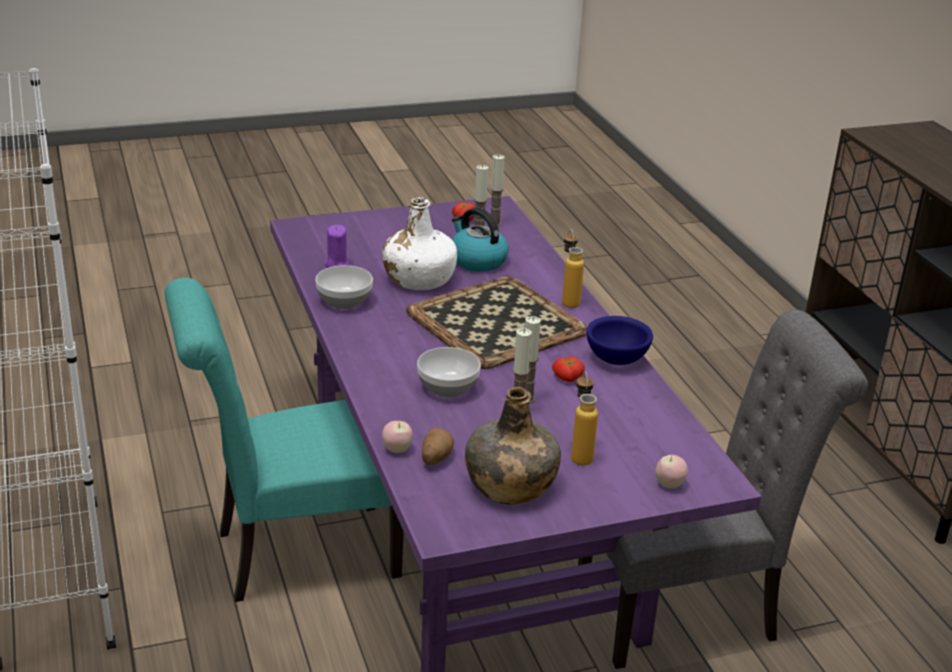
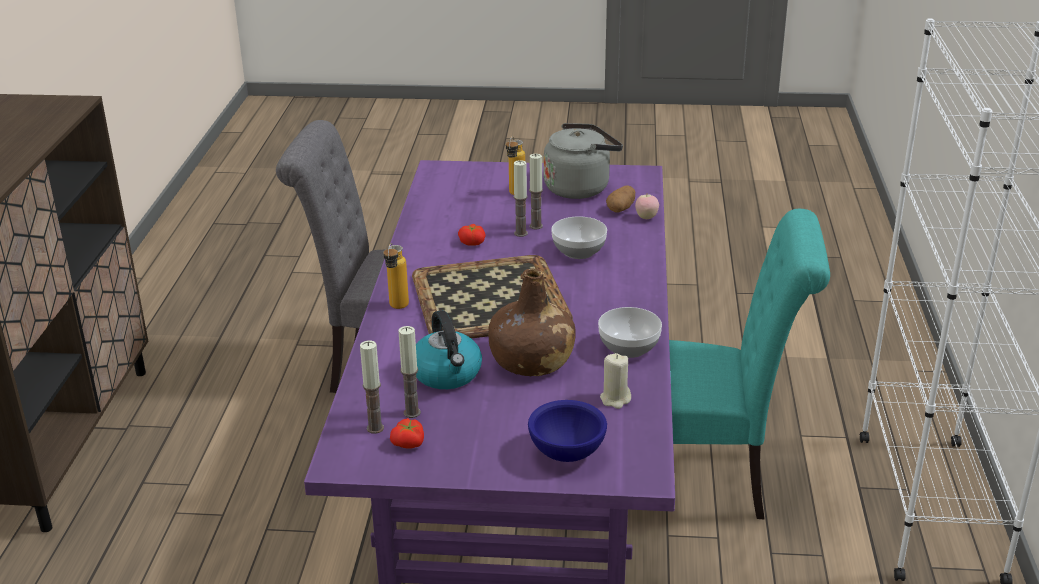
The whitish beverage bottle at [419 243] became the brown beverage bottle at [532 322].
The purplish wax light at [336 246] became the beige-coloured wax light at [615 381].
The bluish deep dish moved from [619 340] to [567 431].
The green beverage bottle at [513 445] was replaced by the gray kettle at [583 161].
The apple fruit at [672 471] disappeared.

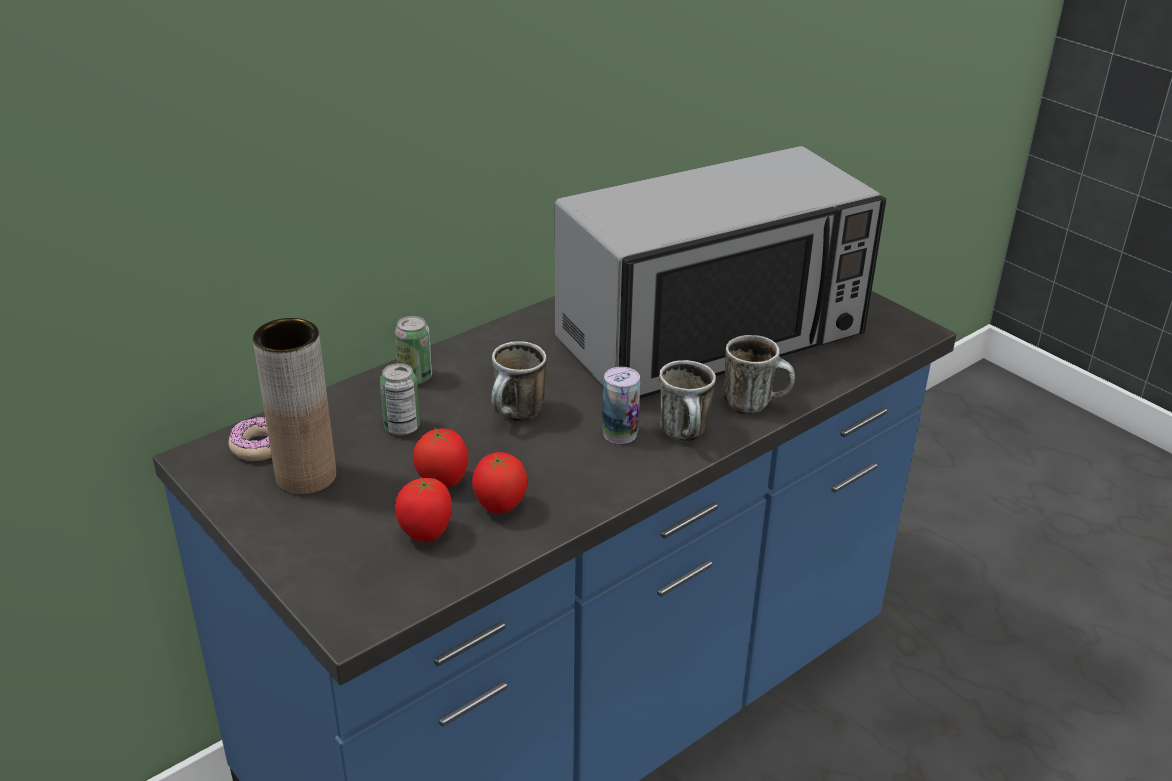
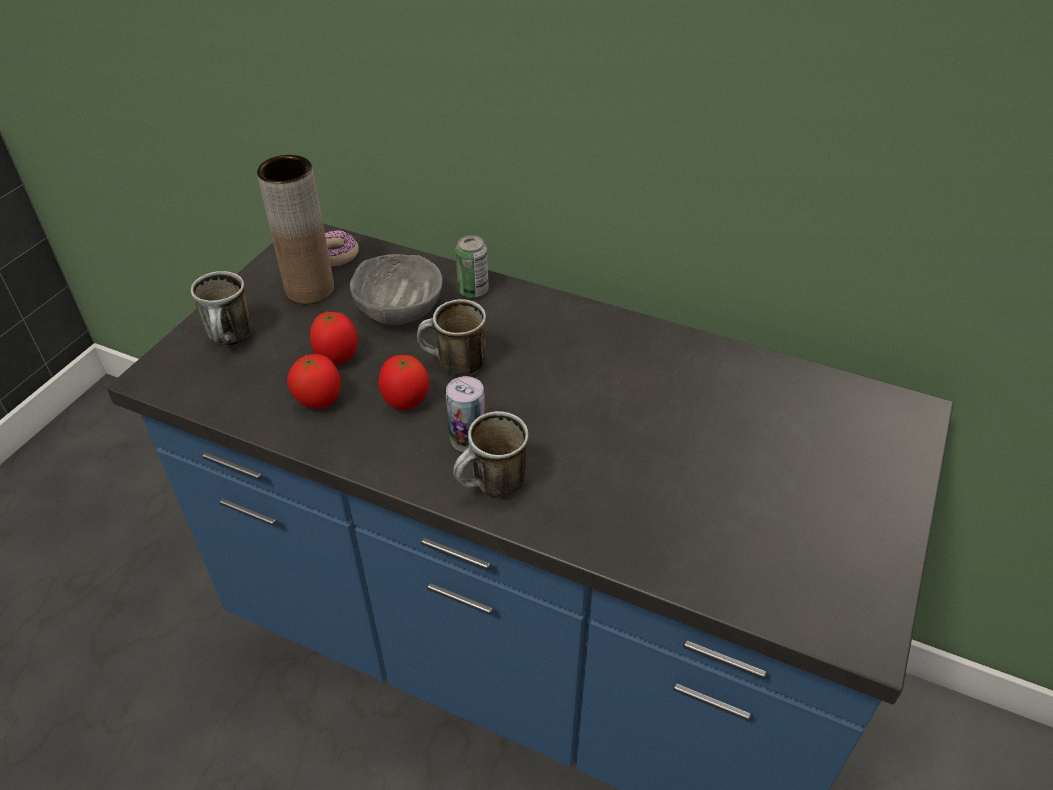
The microwave at [720 272] disappeared.
The mug moved from [759 374] to [221 308].
The can at [400 399] was replaced by the gray deep dish at [396 289].
The tomato moved from [423 510] to [404 382].

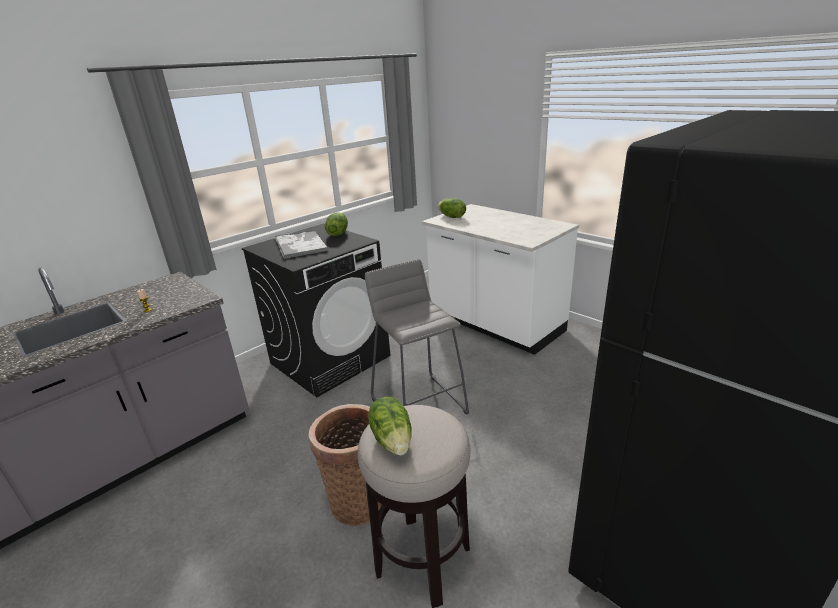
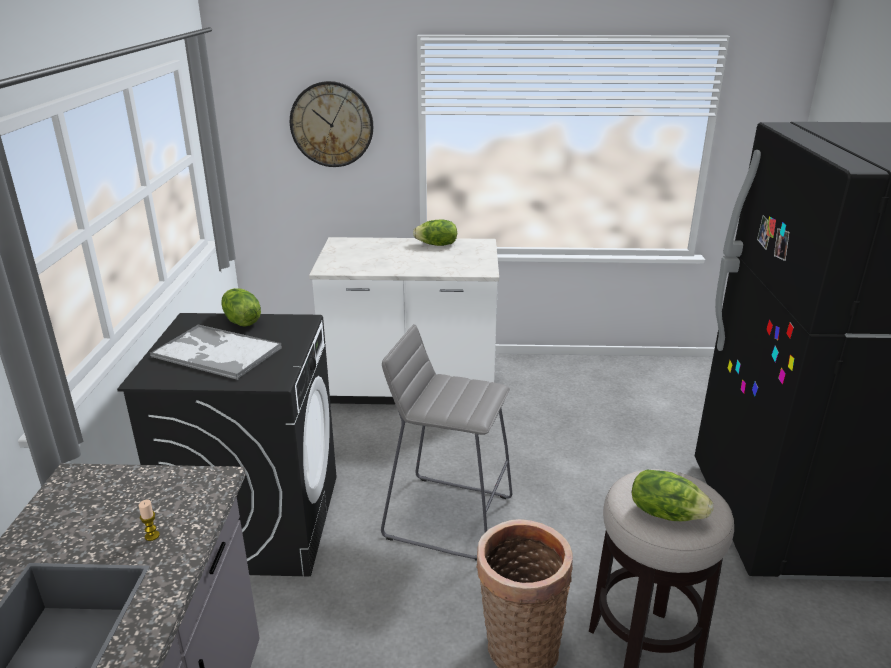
The head of lettuce moved from [452 208] to [435 232].
The hanging clock at [331 124] appeared.

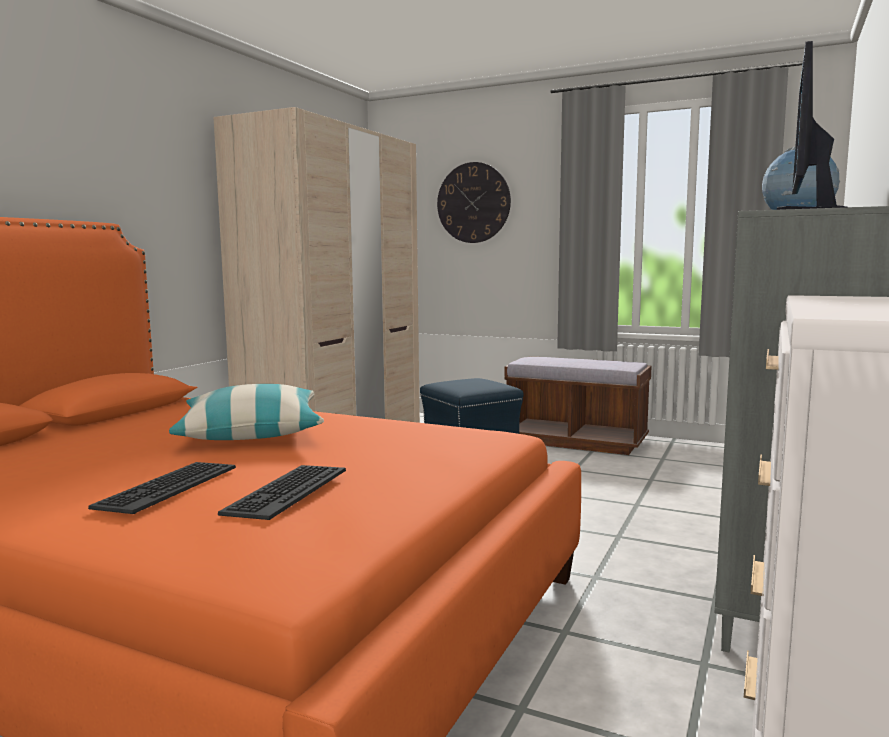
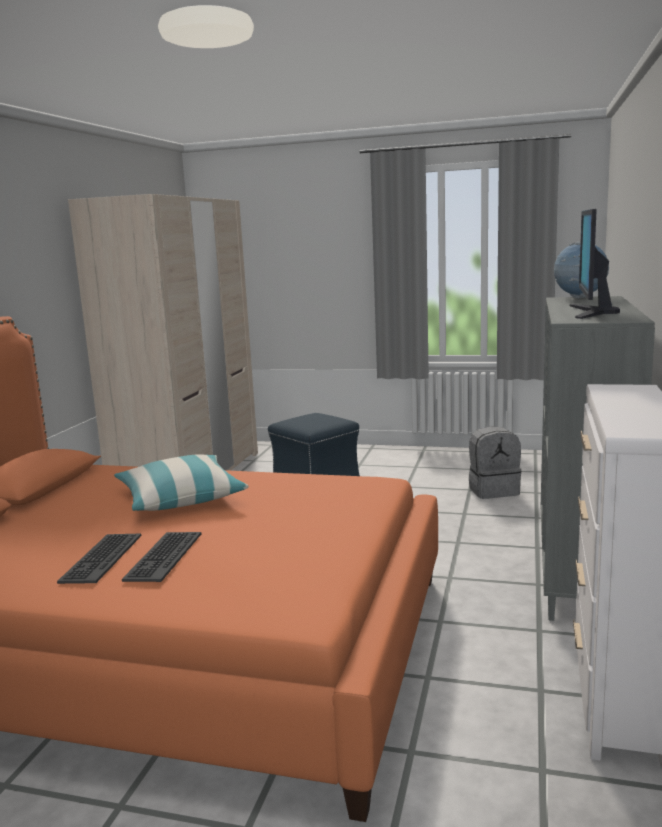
The hanging clock at [474 202] disappeared.
The brown bench at [578 406] disappeared.
The PC keyboard moved from [282 492] to [99 559].
The gray backpack at [495 462] appeared.

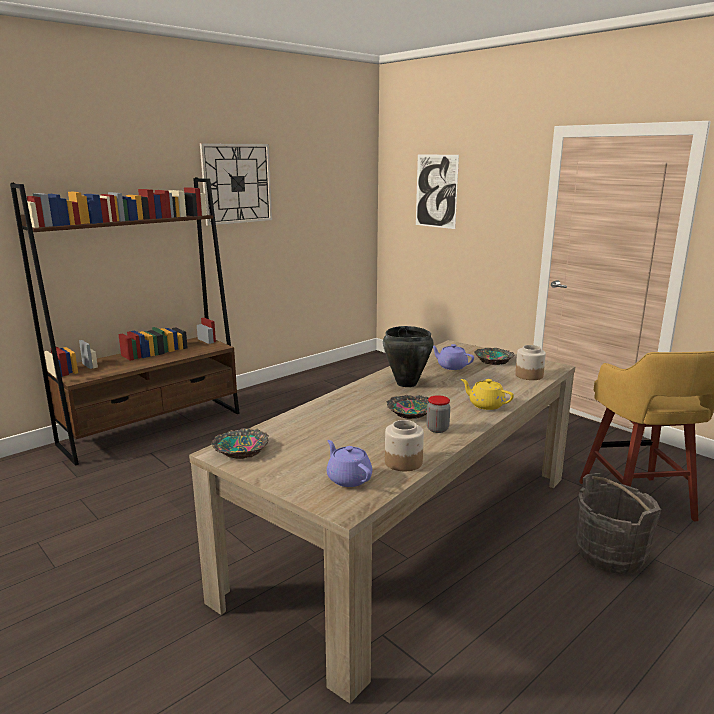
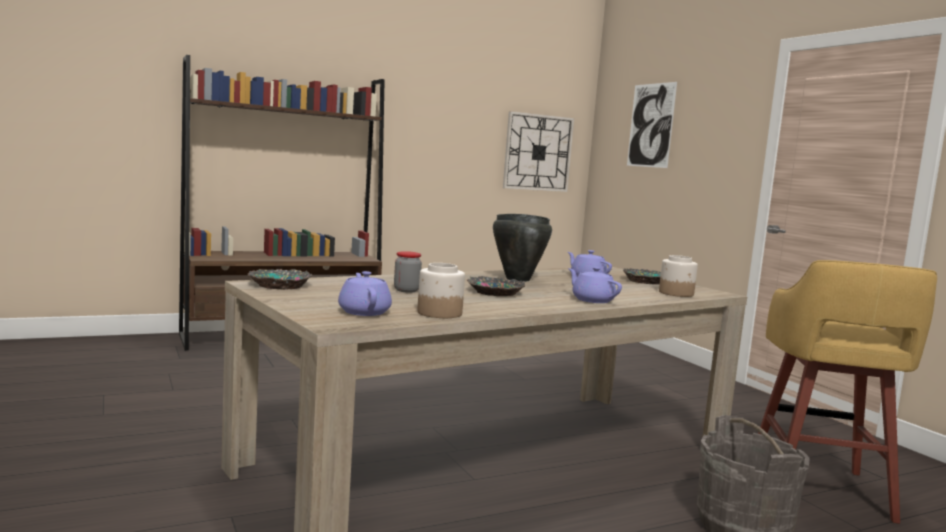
The hanging clock moved from [236 184] to [538 151].
The yellow teapot at [487 394] became the purplish teapot at [595 285].
The preserve jar moved from [438 414] to [408 272].

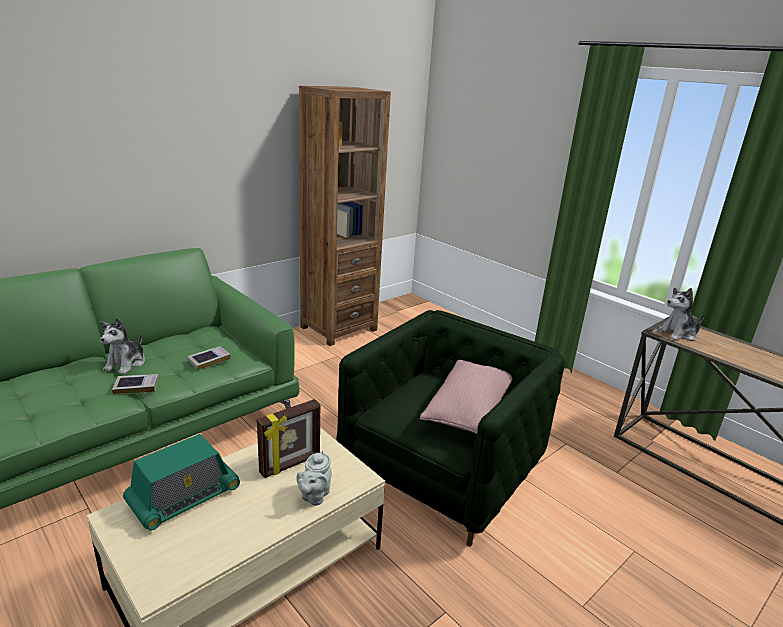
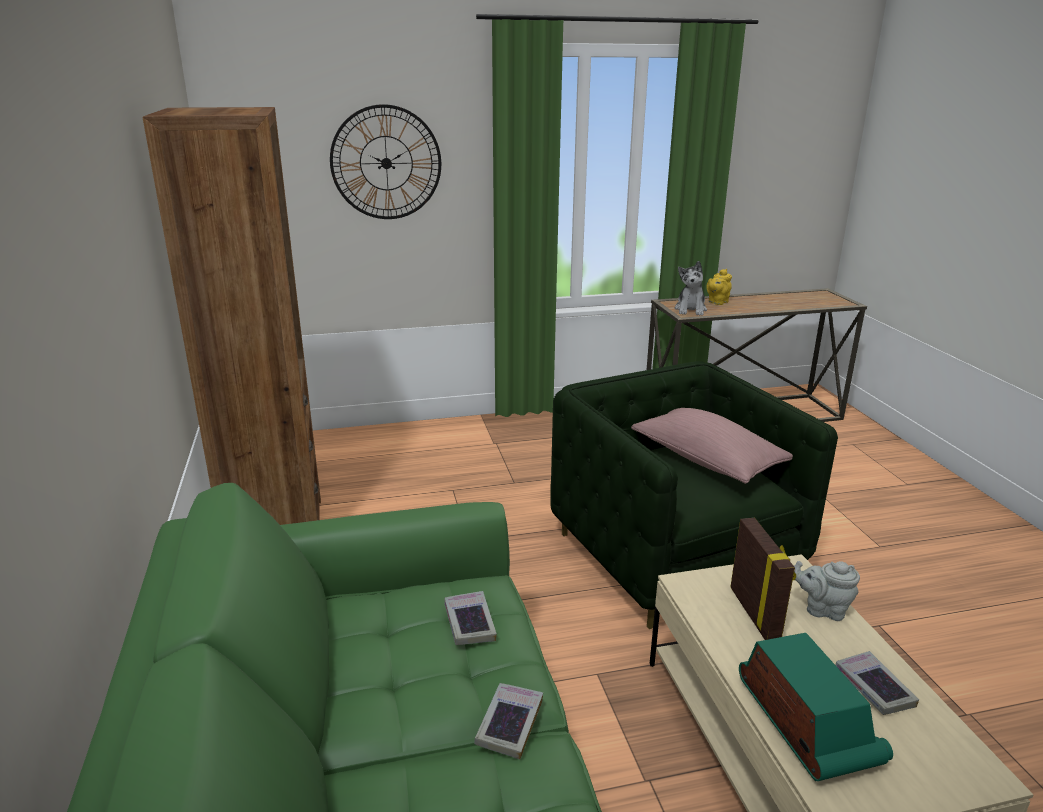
The cuddly toy at [122 346] disappeared.
The gray teapot at [314 478] turned 150 degrees clockwise.
The hanging clock at [385 161] appeared.
The yellow teapot at [719 287] appeared.
The bound book at [877 683] appeared.

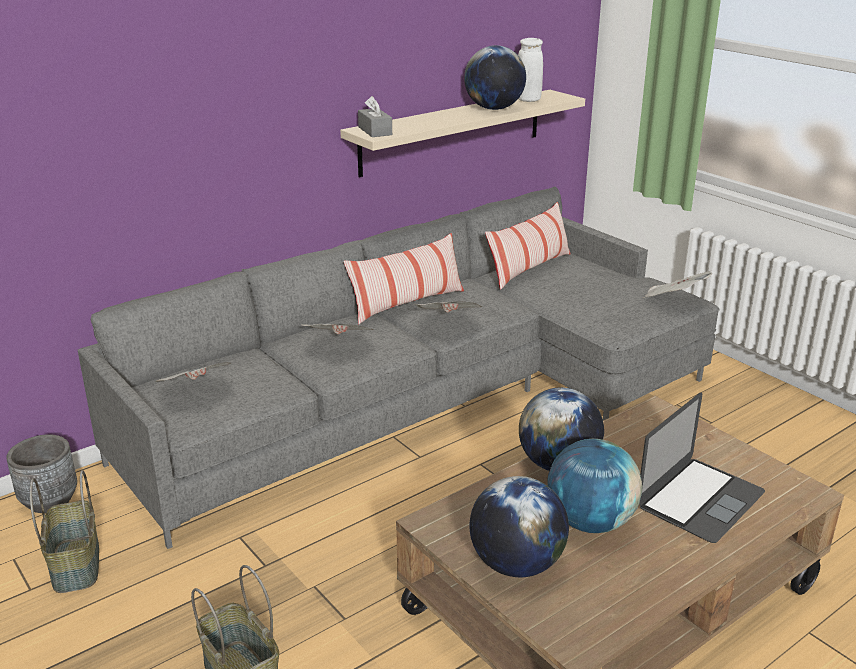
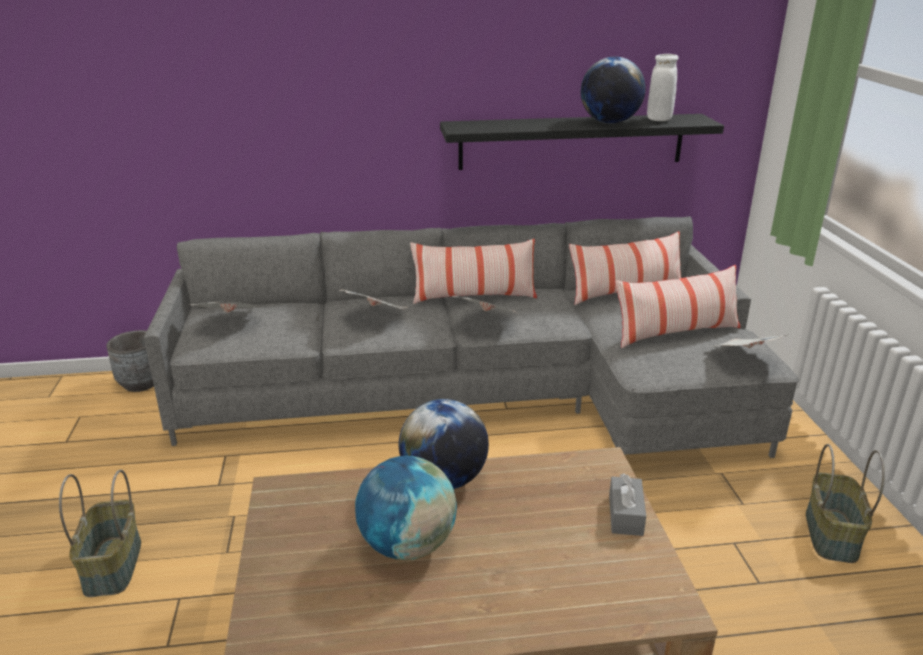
The beige-coloured bracket shelf at [462 133] became the black-coloured bracket shelf at [582 142].
The gray tissue holder moved from [375 116] to [627 504].
The portable computer at [702 468] disappeared.
The basket moved from [64 531] to [845 503].
The world globe at [519 526] disappeared.
The throw pillow at [677 306] appeared.

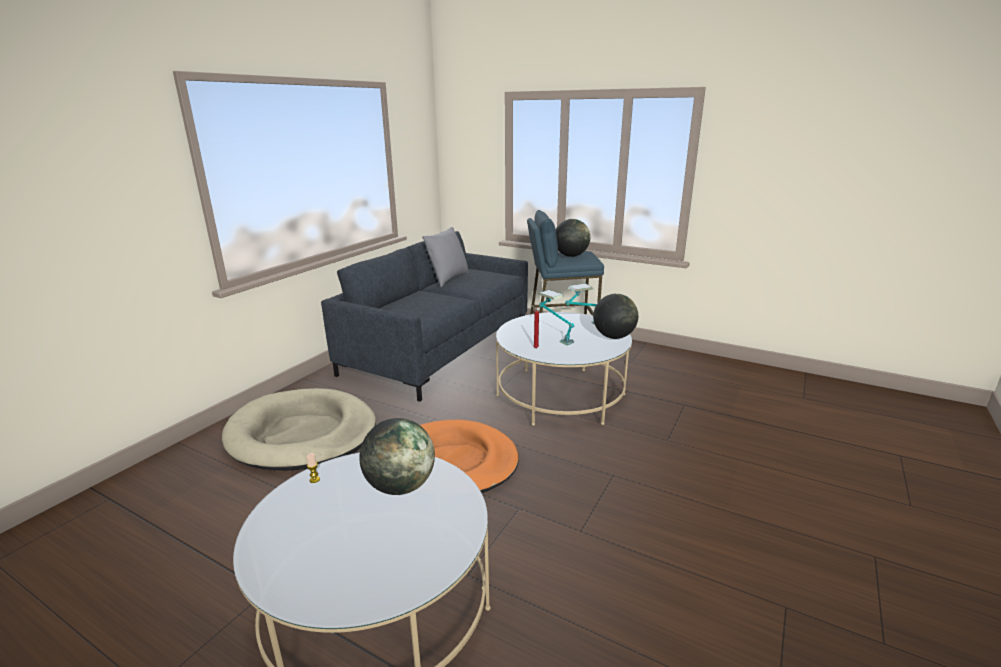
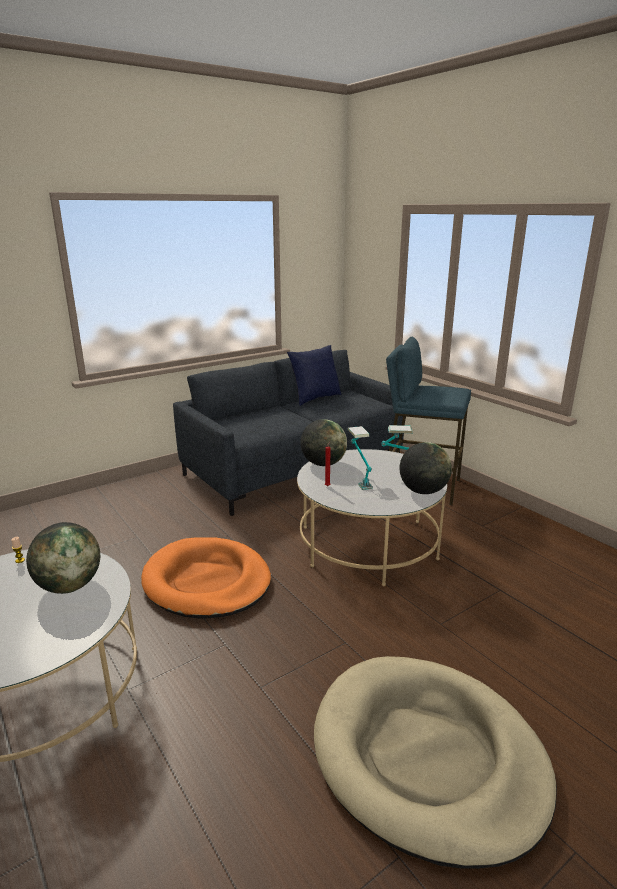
The world globe moved from [573 238] to [323 442].
The gray throw pillow at [445 257] became the bluish throw pillow at [314 375].
The beige-coloured dog bed moved from [299 429] to [435 762].

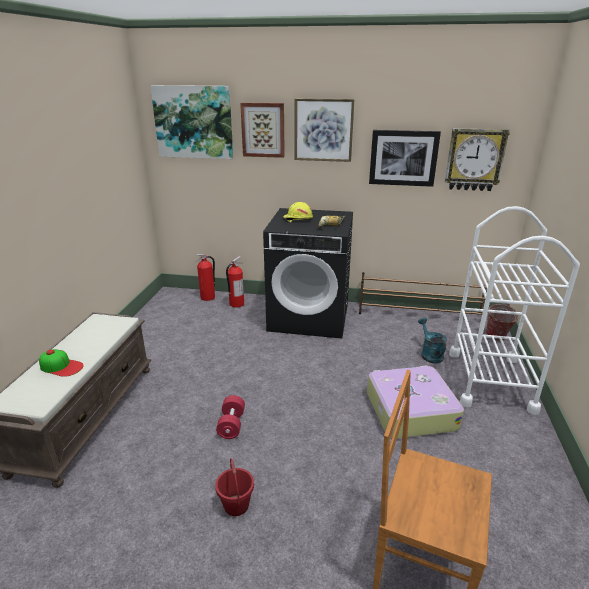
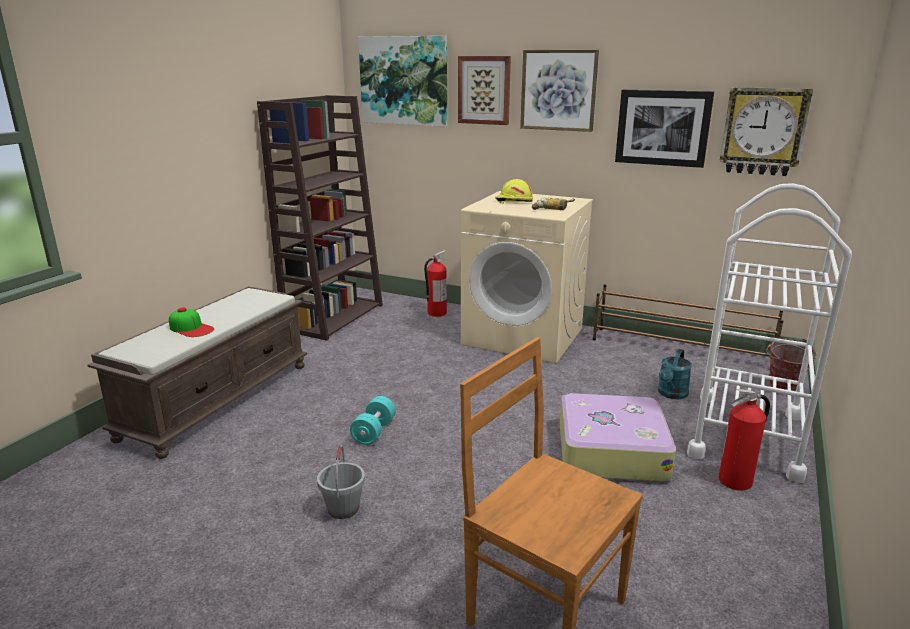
The black-coloured laundry appliance at [308 273] became the beige-coloured laundry appliance at [527 277].
The fire-fighting cylinder moved from [205 277] to [744 440].
The turquoise-coloured watering pot at [432 341] turned 150 degrees counterclockwise.
The red-coloured dumbbell at [230 417] became the turquoise-coloured dumbbell at [373 420].
The red-coloured water bucket at [234 487] became the gray water bucket at [341 482].
The brown bookshelf at [320 218] appeared.

